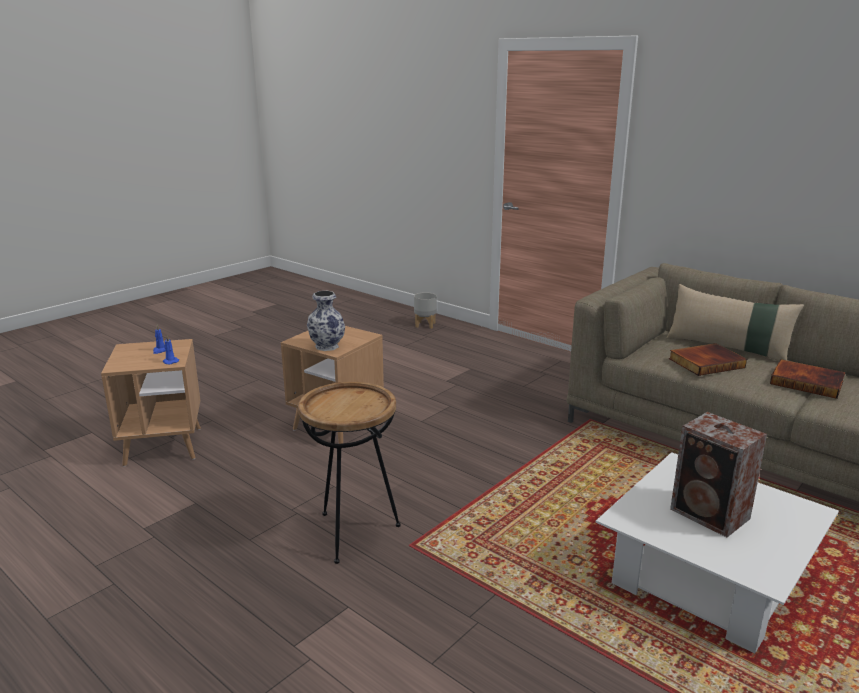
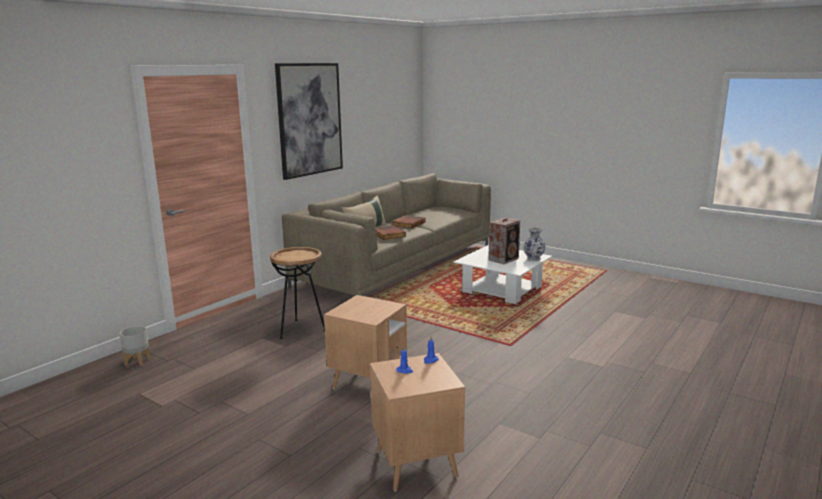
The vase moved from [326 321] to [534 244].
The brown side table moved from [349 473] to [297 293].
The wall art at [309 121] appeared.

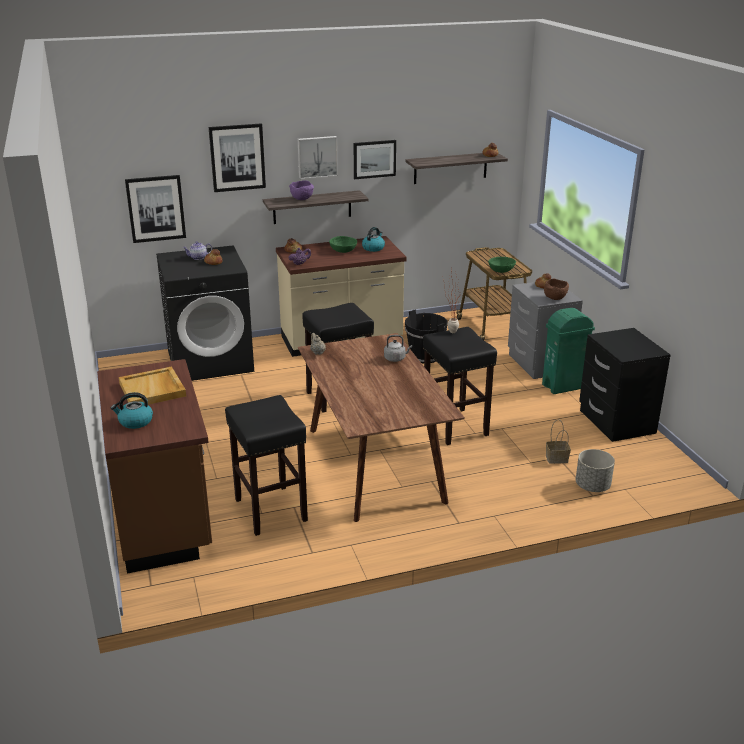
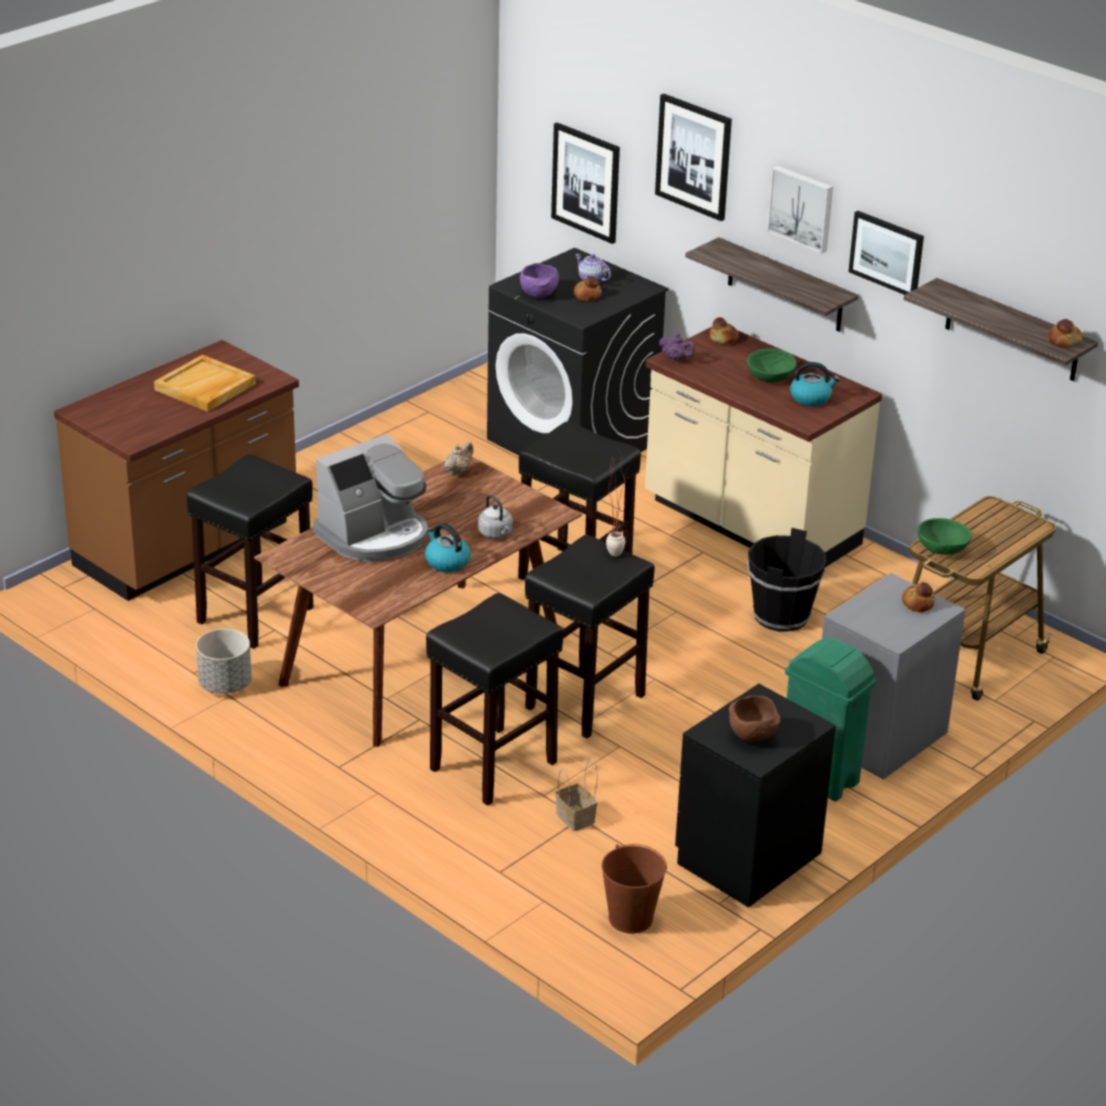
The purplish deep dish moved from [301 190] to [539 280].
The brown deep dish moved from [556 289] to [755 718].
The kettle moved from [132 410] to [448 547].
The gray plant pot moved from [595 470] to [224 661].
The coffee brewer at [370 498] appeared.
The black-coloured sitting stool at [494 699] appeared.
The brown water bucket at [634 889] appeared.

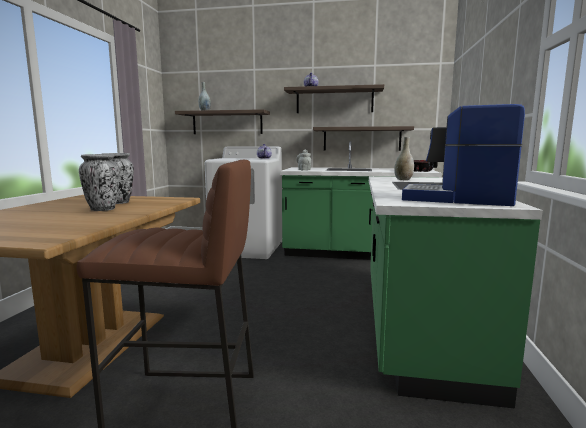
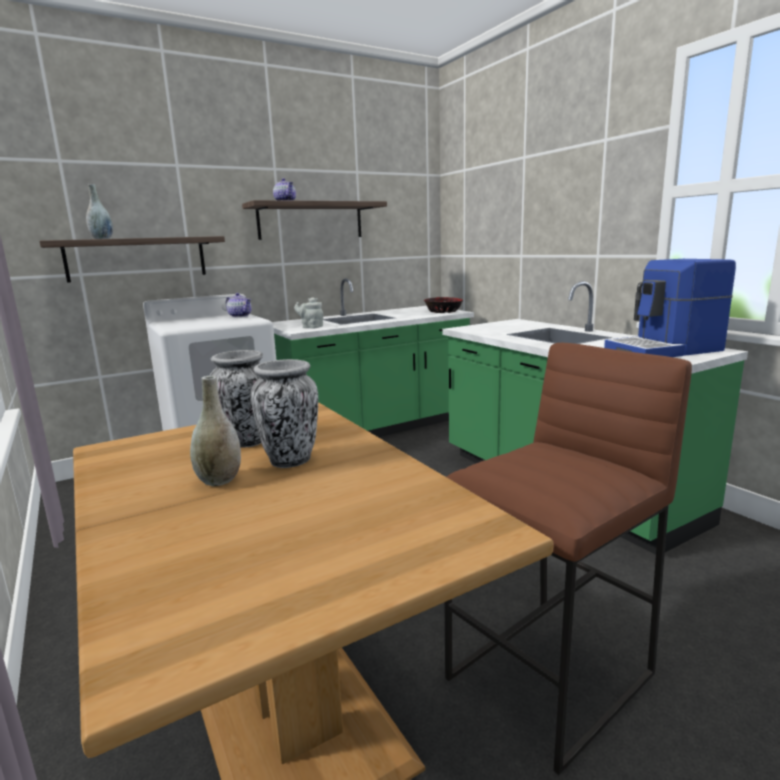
The bracket shelf at [363 138] disappeared.
The gray vase moved from [404 158] to [215 431].

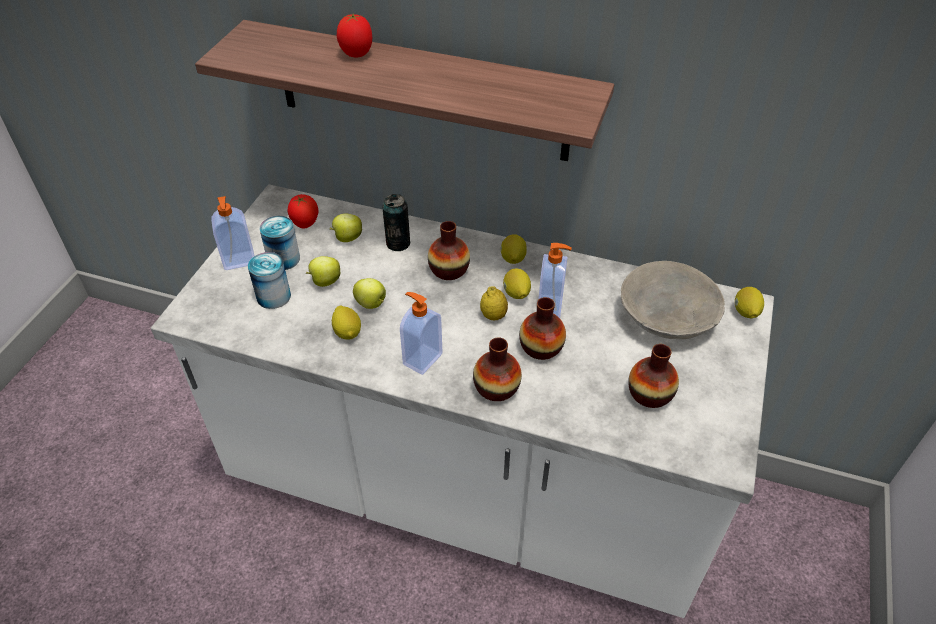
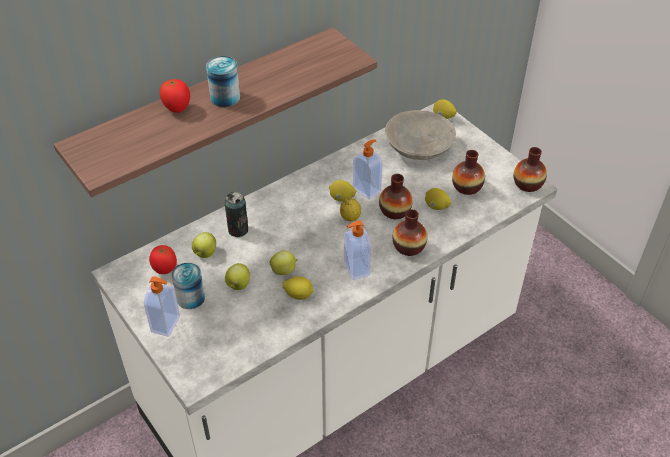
The vase moved from [449 250] to [530 169].
The whole lemon moved from [514 249] to [438 199].
The can moved from [269 280] to [223 81].

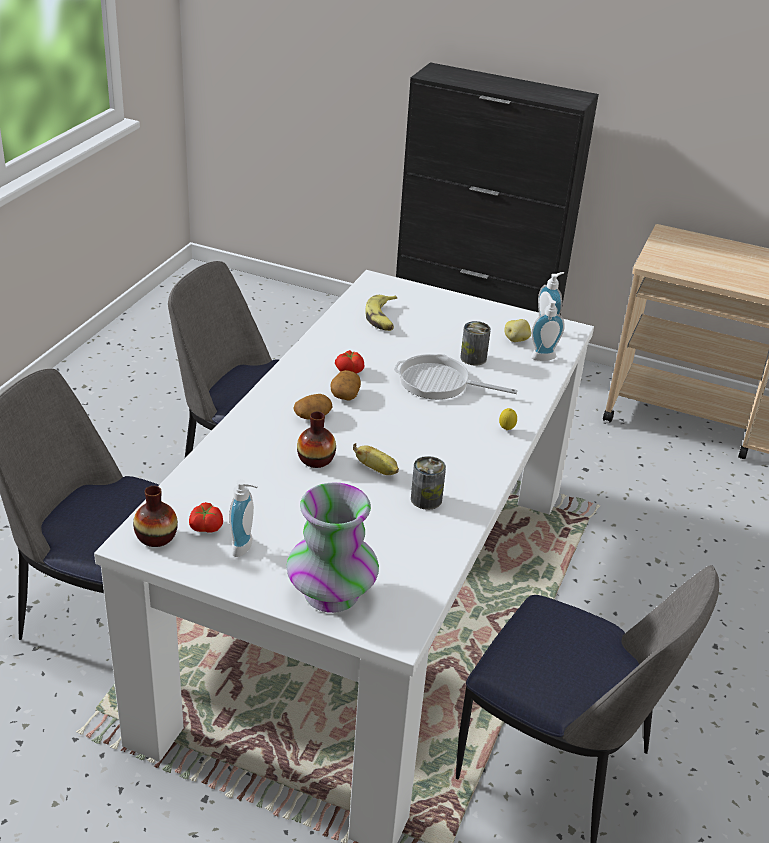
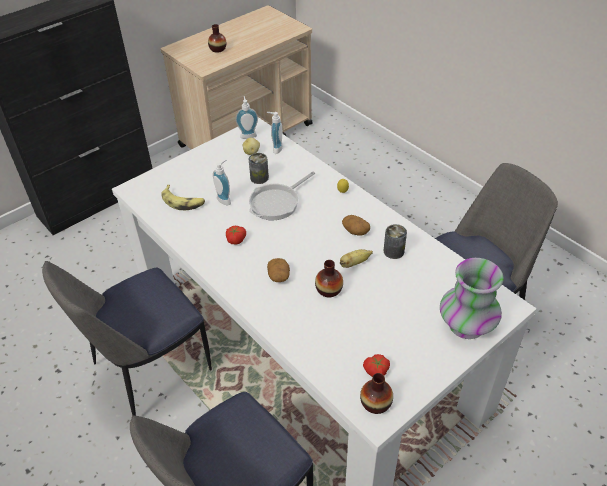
The spud moved from [345 385] to [356 225].
The soap bottle moved from [243 518] to [222 182].
The vase at [217 38] appeared.

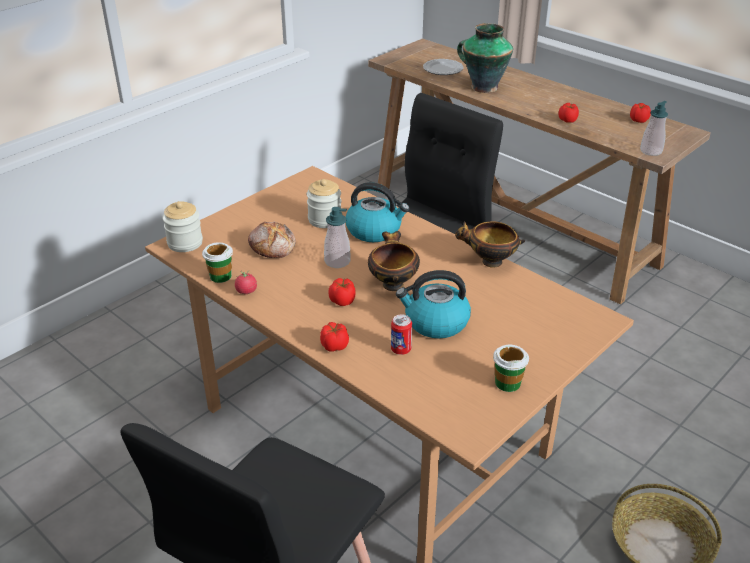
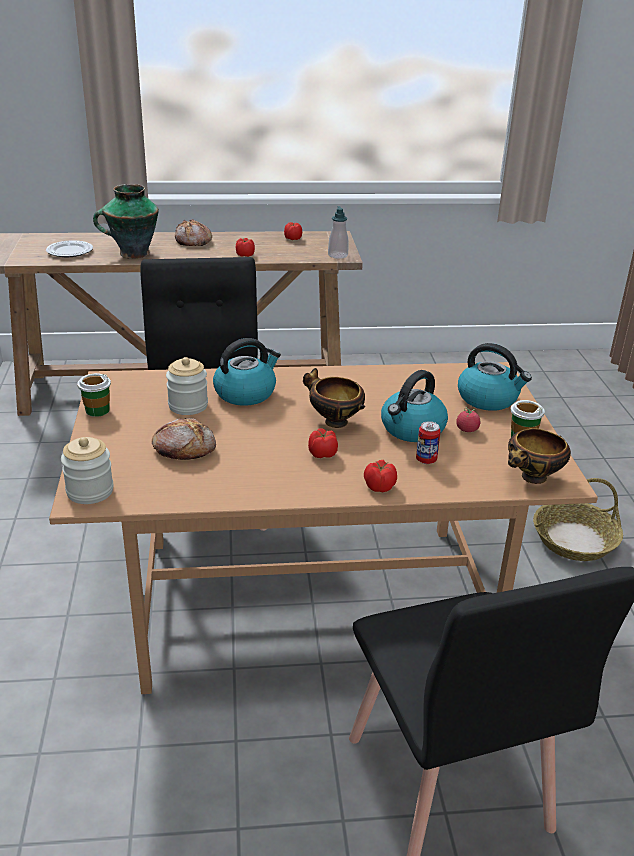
The soap bottle at [337 237] disappeared.
The deep dish moved from [490 244] to [539 456].
The drinking cup moved from [217 262] to [94 395].
The tomato moved from [246 282] to [468 419].
The baked bread at [193 232] appeared.
The kettle at [495 377] appeared.

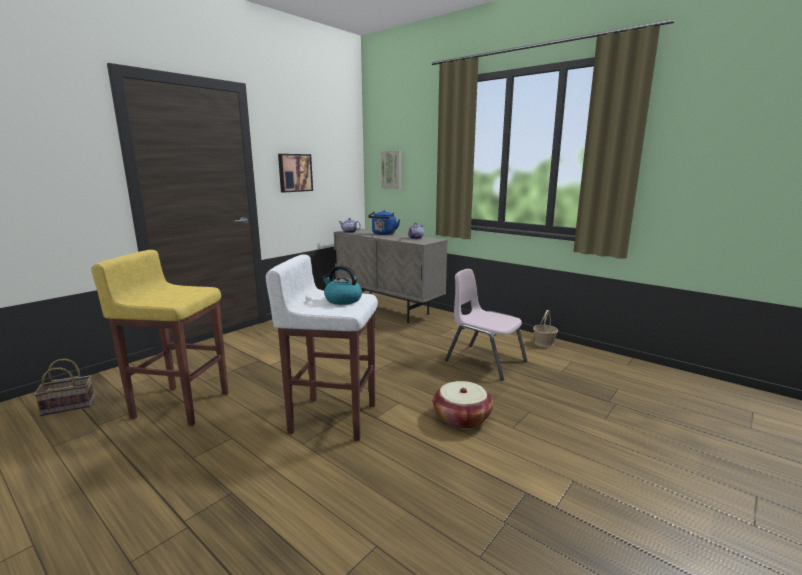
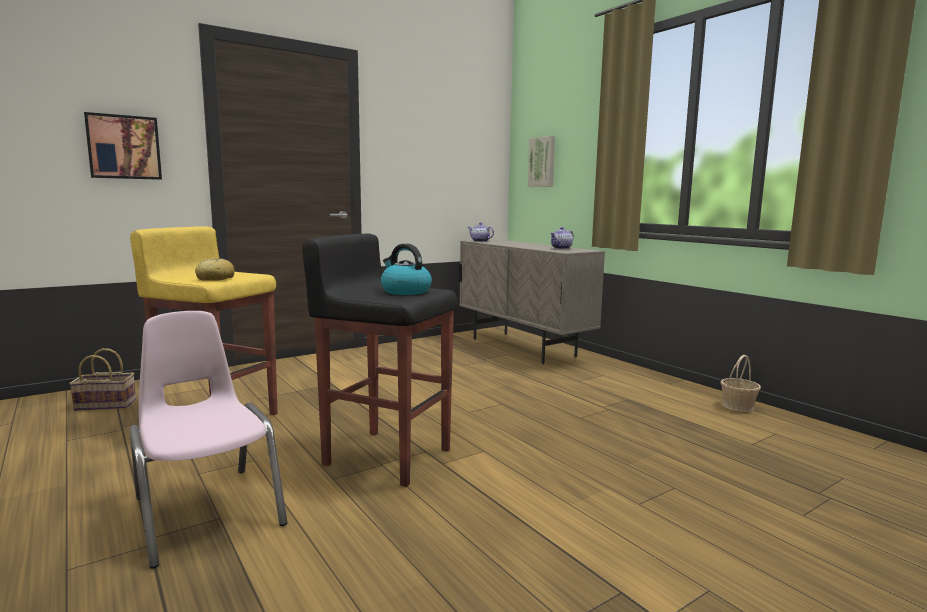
The wall art moved from [295 173] to [123 146].
The bluish kettle at [384 222] disappeared.
The whitish sitting stool at [322 347] became the black-coloured sitting stool at [380 360].
The pink chair moved from [486 325] to [208 440].
The basket at [463 405] disappeared.
The baked bread at [215 269] appeared.

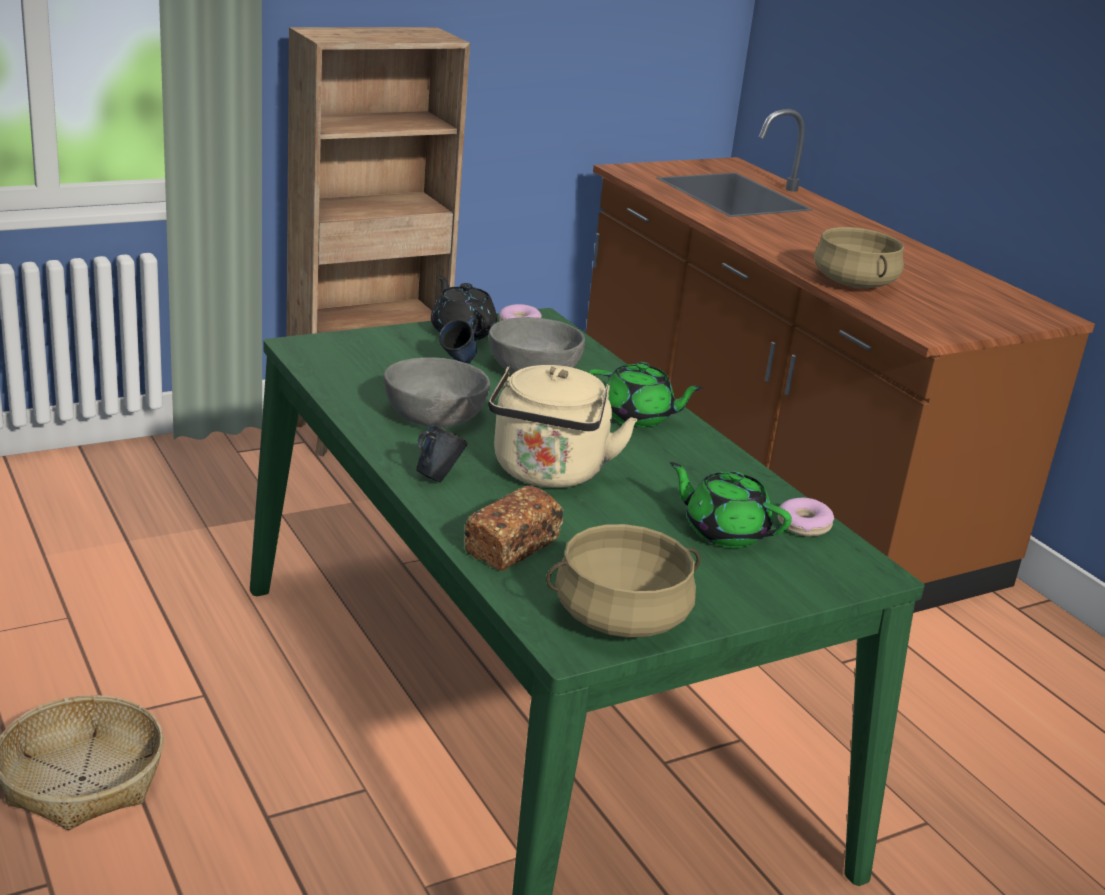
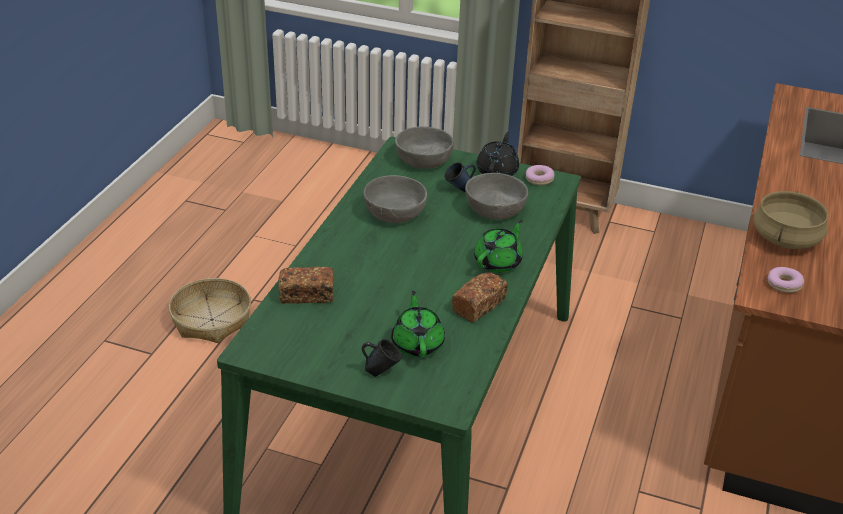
The green teapot at [645 394] turned 120 degrees counterclockwise.
The beige-coloured kettle at [562 426] disappeared.
The bluish mug moved from [442 453] to [381 358].
The ring doughnut moved from [806 517] to [785 280].
The beige-coloured stockpot at [623 581] disappeared.
The gray deep dish at [424 147] appeared.
The baked bread at [480 297] appeared.

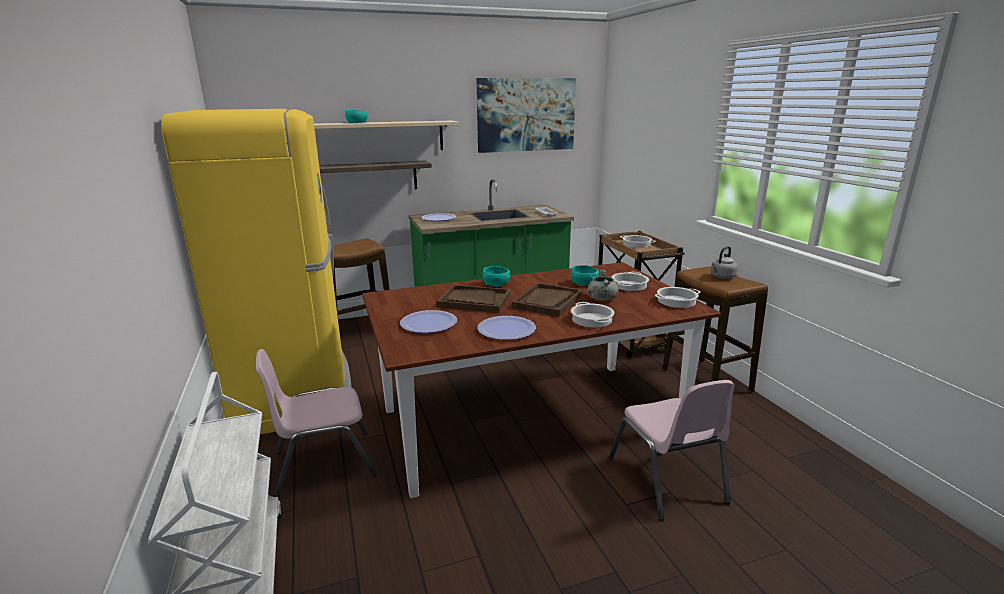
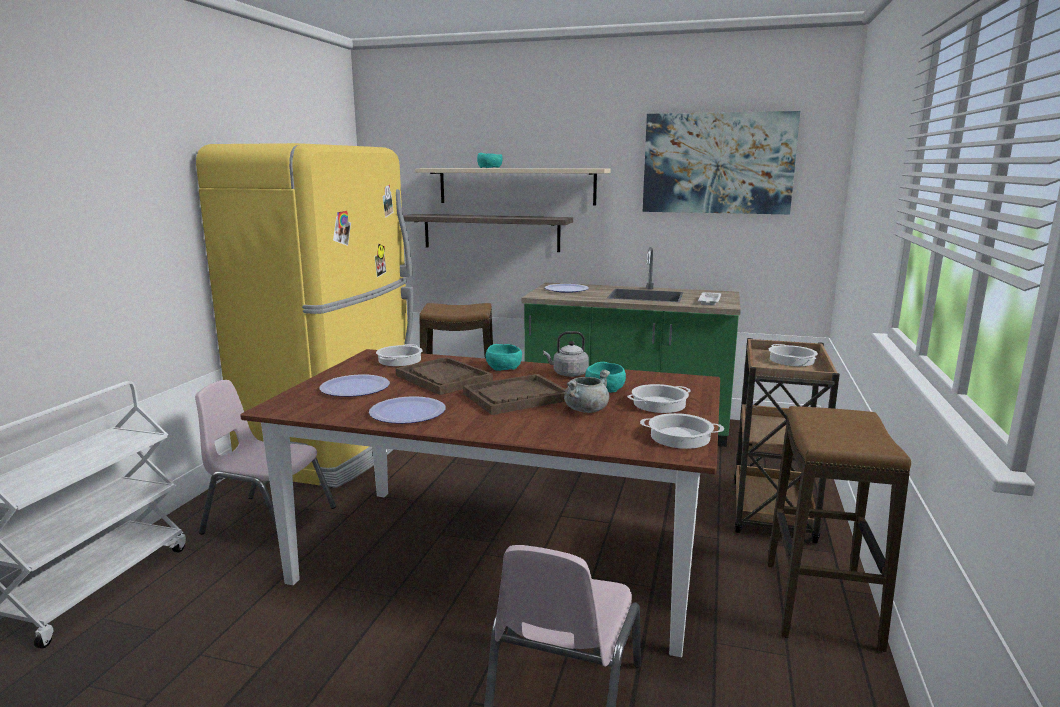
The gray kettle moved from [724 262] to [566 354].
The stockpot moved from [593 314] to [399 355].

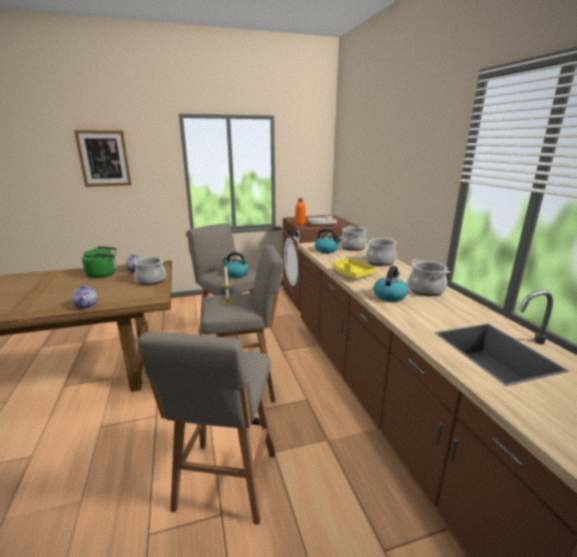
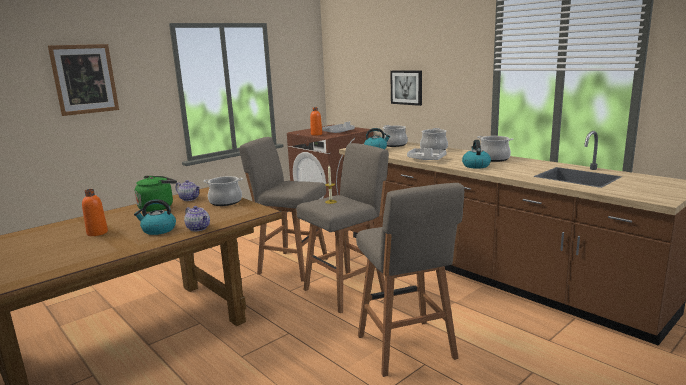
The kettle moved from [235 264] to [155 217].
The yellow tray at [354 268] became the gray tray at [426 154].
The wall art at [406 88] appeared.
The orangey beverage bottle at [95 212] appeared.

